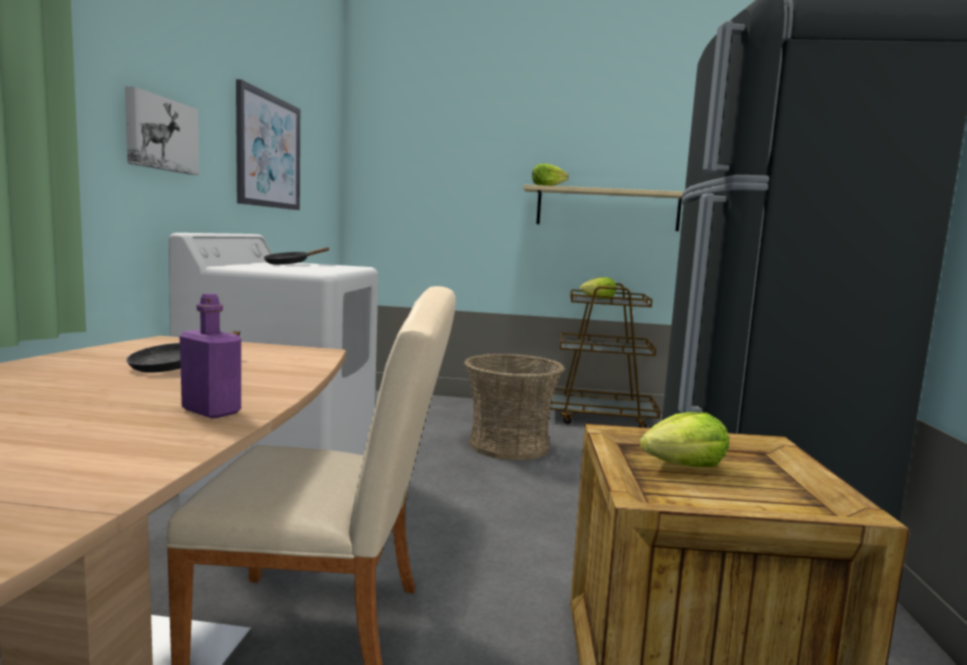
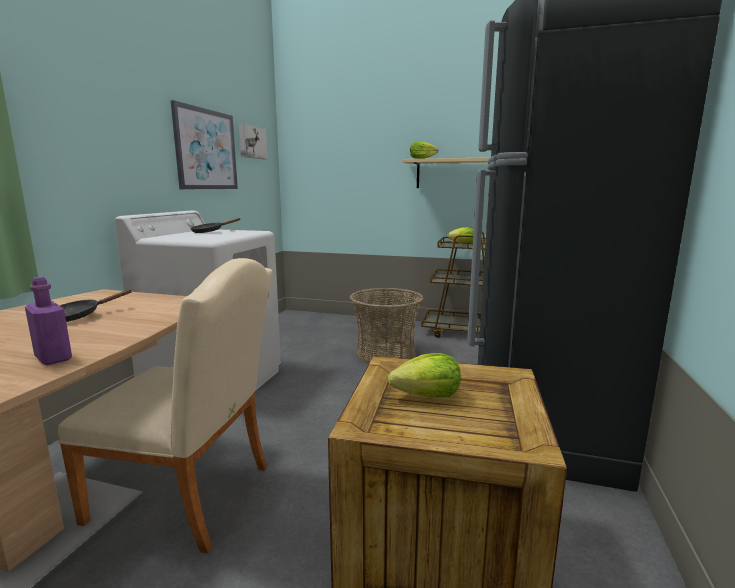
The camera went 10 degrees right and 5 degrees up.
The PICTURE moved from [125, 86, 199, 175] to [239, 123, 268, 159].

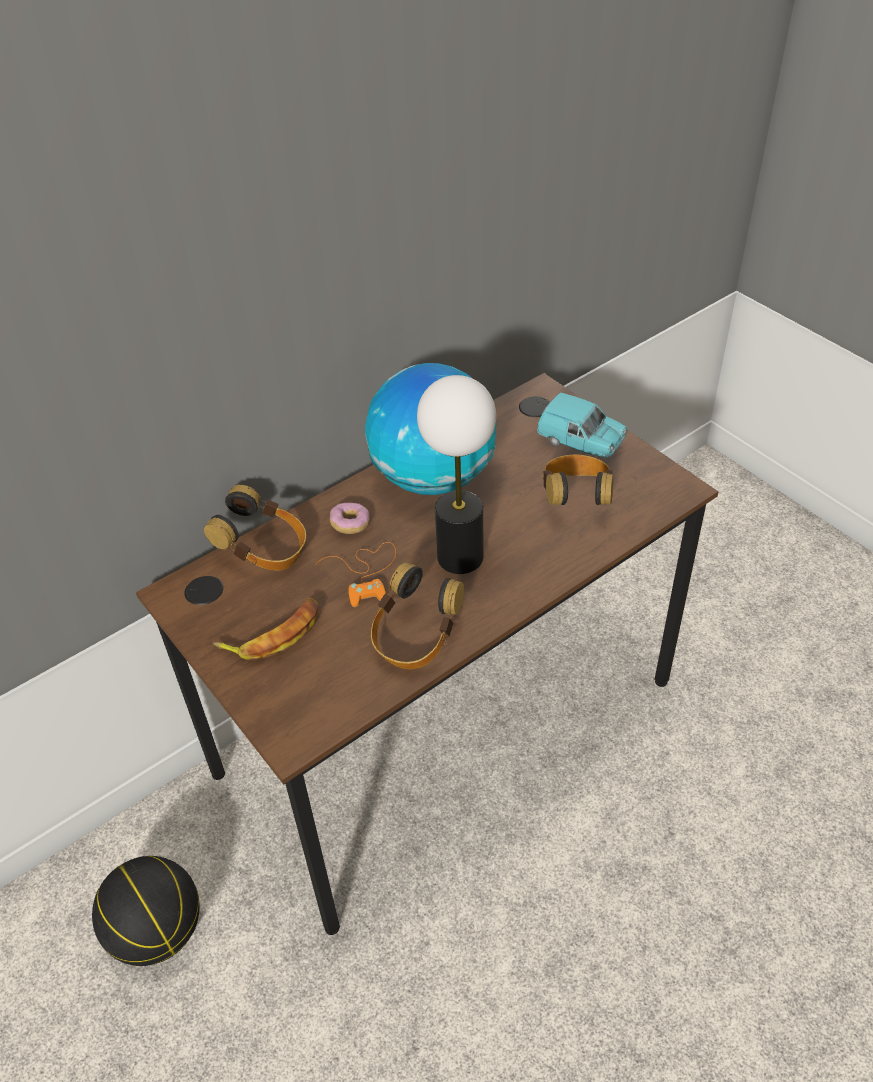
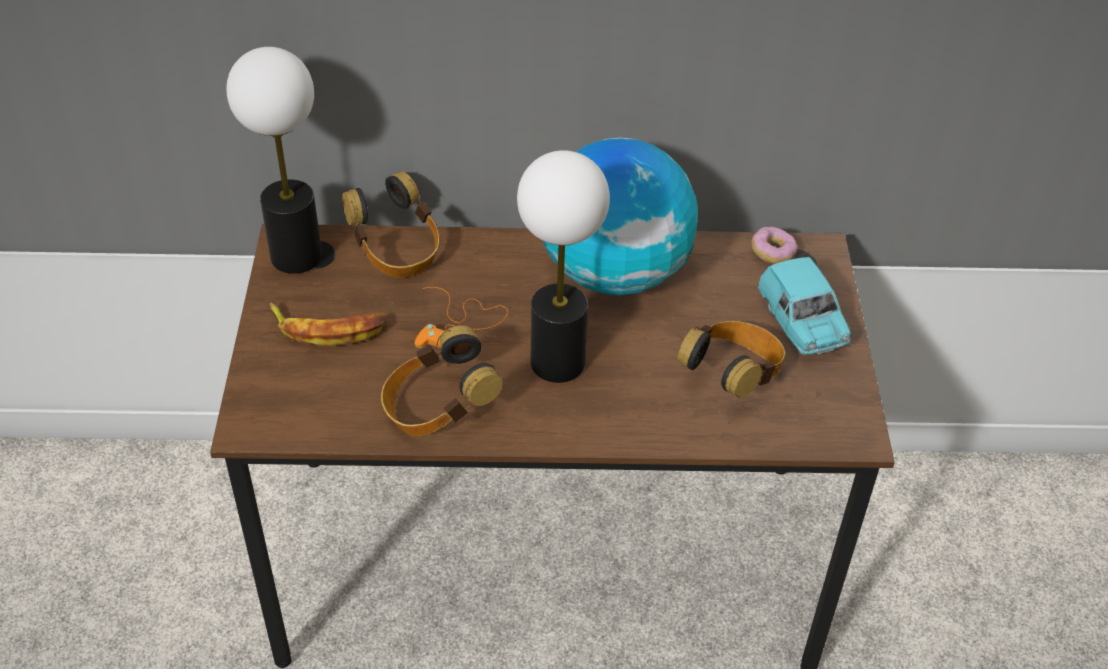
The camera went 35 degrees right and 0 degrees up.
The BASKETBALL at [92, 856, 200, 966] disappeared.
The TABLETOP LAMP at [227, 47, 322, 274] appeared.
The DONUT moved from [330, 503, 369, 534] to [752, 227, 797, 264].

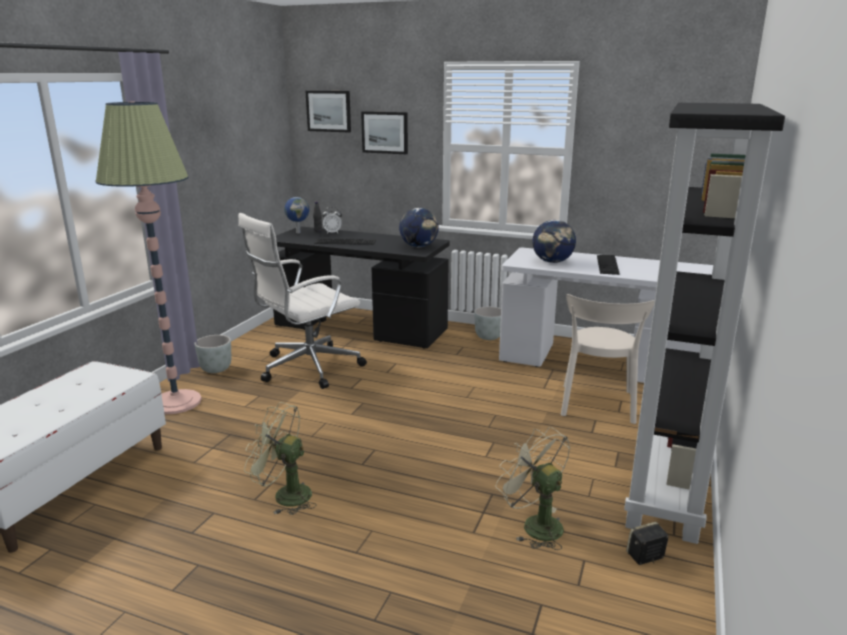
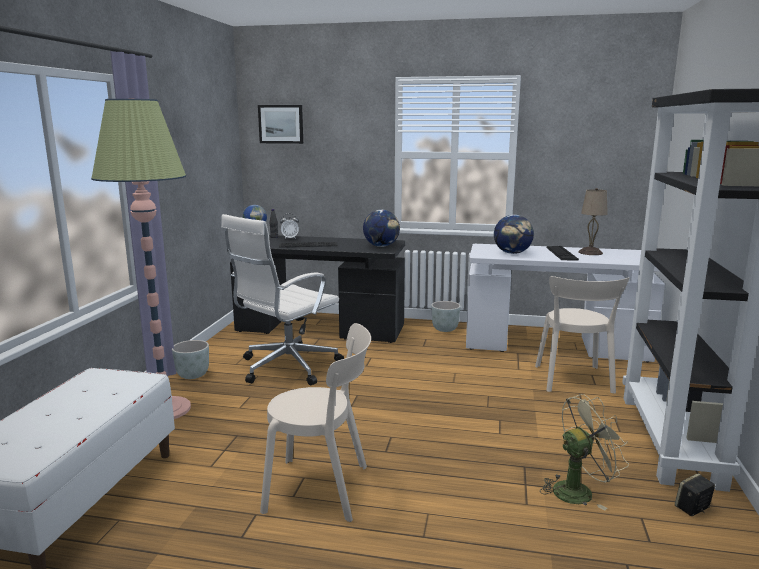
The camera went 10 degrees left and 5 degrees down.
The PICTURE at [361, 111, 408, 154] disappeared.
The BEIGE TABLETOP LAMP at [578, 188, 608, 255] appeared.
The GREEN COOLING FAN at [244, 402, 317, 515] was replaced by the BEIGE UPRIGHT CHAIR at [260, 323, 371, 522].
The BEIGE COOLING FAN at [495, 427, 570, 550] turned 120 degrees clockwise.

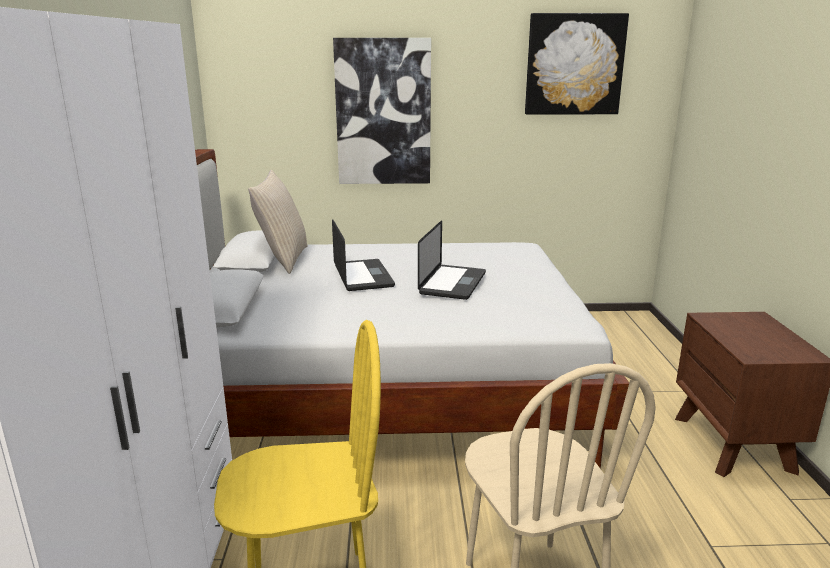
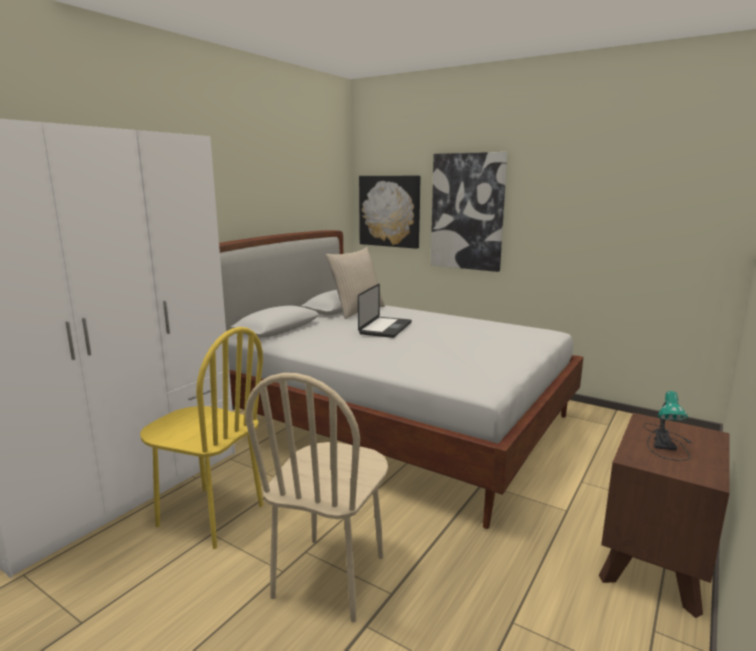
The camera went 35 degrees right and 5 degrees down.
The NOTEBOOK COMPUTER at [418, 220, 486, 300] disappeared.
The TABLETOP LAMP at [643, 391, 692, 461] appeared.
The PICTURE moved from [525, 13, 629, 115] to [359, 176, 421, 249].

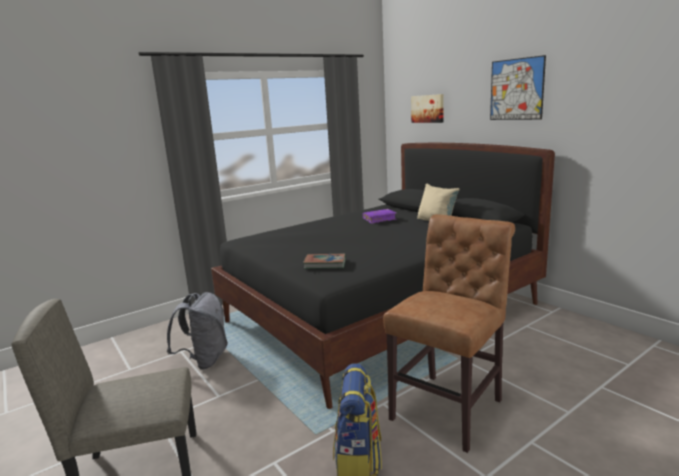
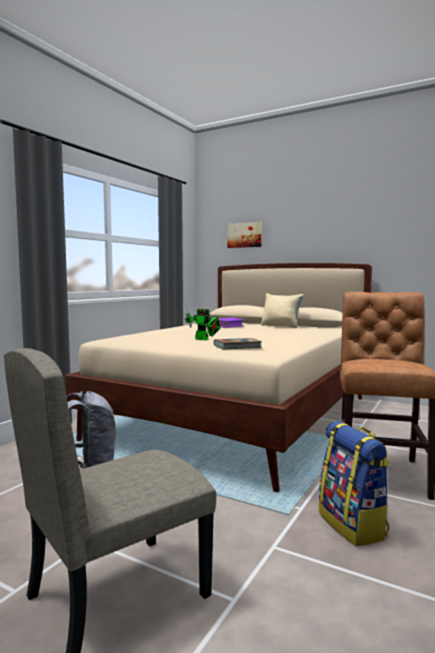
The camera went 25 degrees left and 10 degrees down.
The PICTURE at [490, 55, 546, 120] disappeared.
The TOY ROBOT at [183, 297, 221, 340] appeared.
The BLACK-COLOURED BEDROOM BED at [211, 143, 555, 409] became the BEIGE BEDROOM BED at [65, 263, 372, 492].

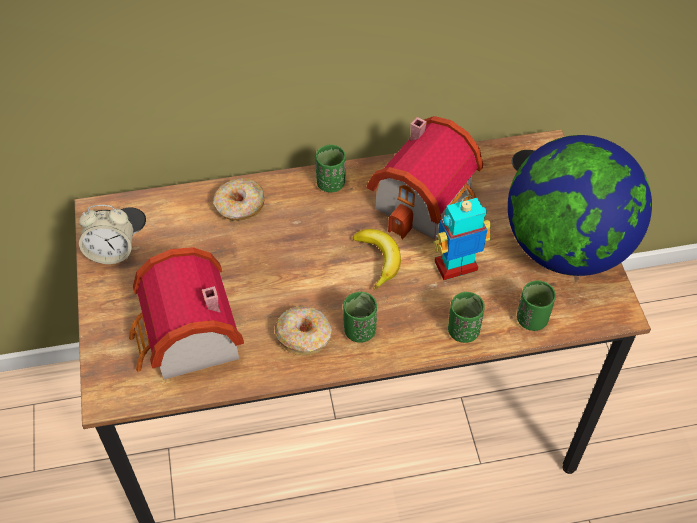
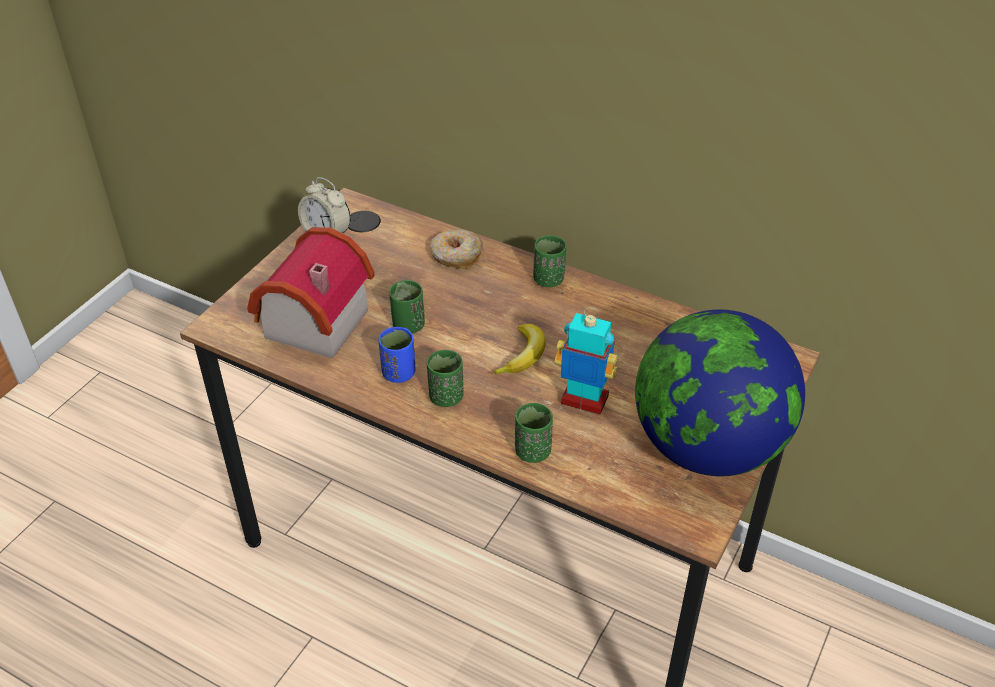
The camera went 40 degrees right and 10 degrees down.
The MODEL HOUSE at [367, 116, 483, 240] disappeared.
The GREEN CUP moved from [517, 280, 556, 331] to [389, 280, 425, 334].
The DONUT at [275, 306, 332, 355] was replaced by the BLUE-COLOURED CUP at [379, 327, 415, 383].

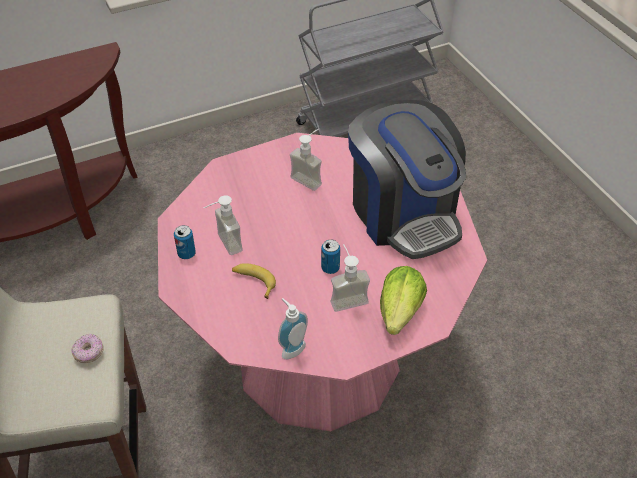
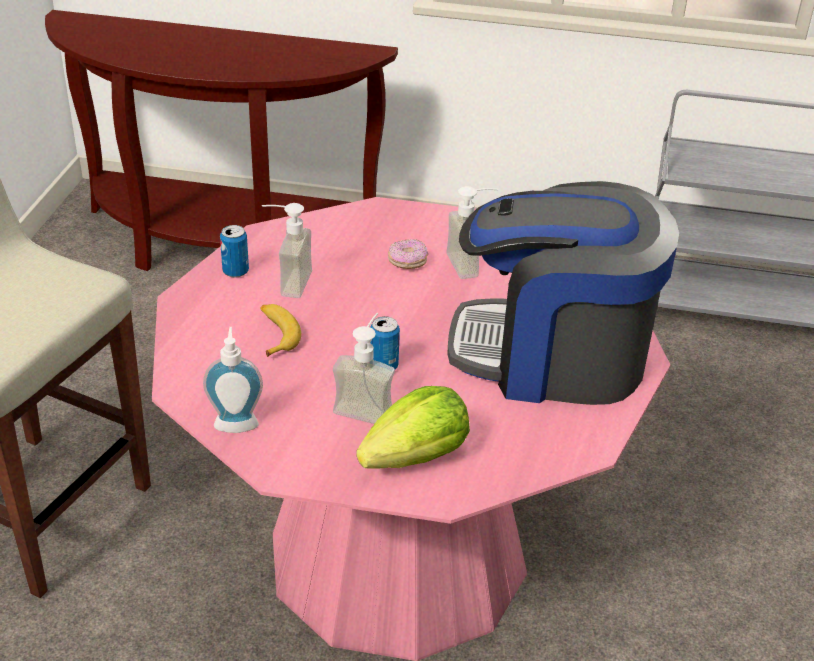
The camera went 35 degrees right and 10 degrees down.
The DONUT moved from [71, 334, 104, 363] to [388, 239, 428, 269].
The COFFEE MACHINE at [348, 100, 466, 259] turned 90 degrees clockwise.

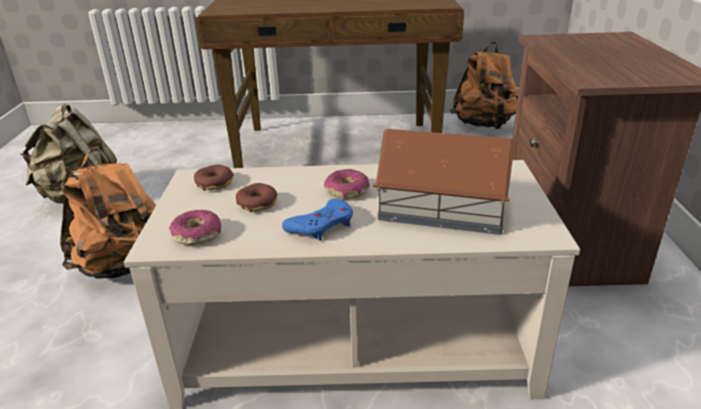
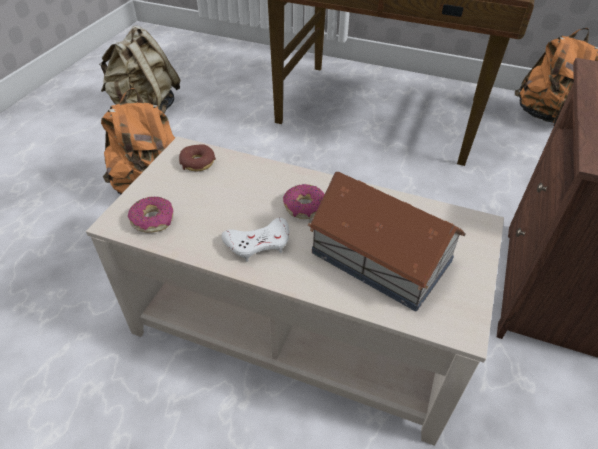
The camera went 20 degrees right and 15 degrees up.
The DONUT at [236, 183, 277, 212] disappeared.
The BLUE-COLOURED JOYPAD at [282, 198, 353, 241] became the WHITE-COLOURED JOYPAD at [222, 218, 289, 262].

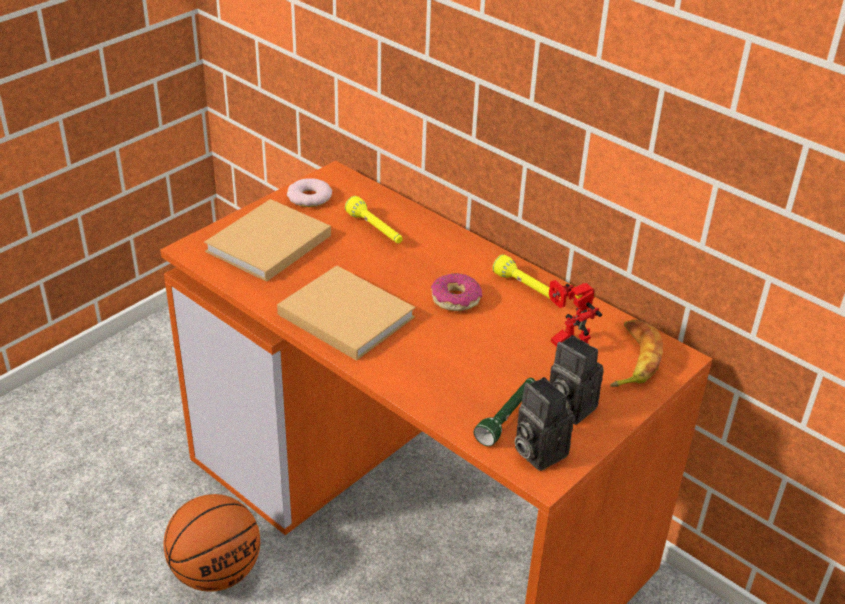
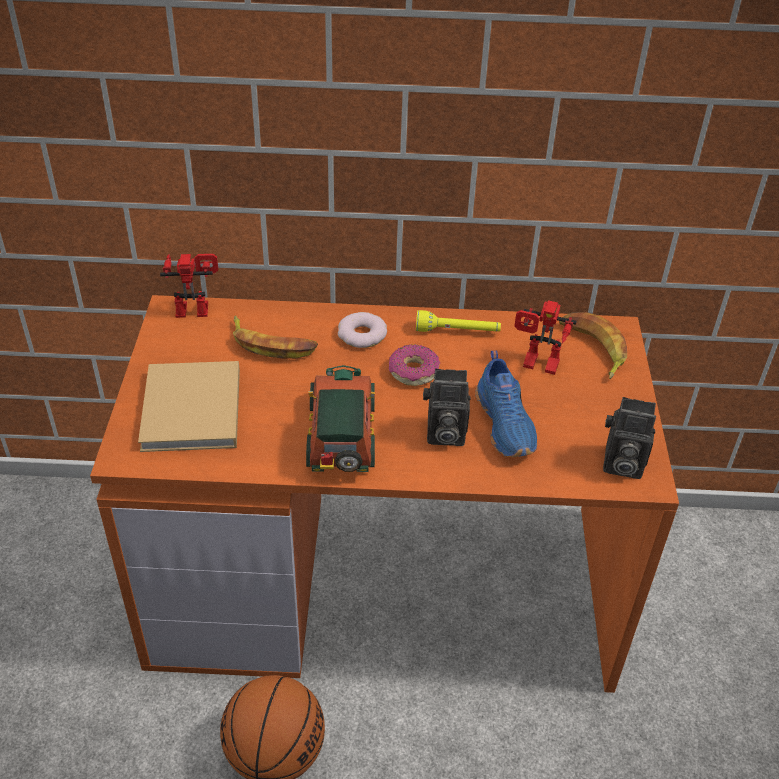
The camera went 40 degrees left and 5 degrees up.
The GREEN FLASHLIGHT at [474, 378, 535, 446] disappeared.
The TOY ROBOT at [160, 254, 218, 318] appeared.
The BLUE-COLOURED LOW SHOE at [475, 351, 537, 457] appeared.
The DONUT moved from [287, 179, 332, 207] to [338, 312, 387, 348].
The STILL CAMERA moved from [550, 335, 604, 425] to [423, 369, 471, 446].
The BEIGE VOLUME at [277, 266, 415, 361] was replaced by the MODEL CAR at [306, 365, 375, 472].
The YELLOW-COLOURED FLASHLIGHT at [345, 196, 403, 243] was replaced by the BANANA at [233, 315, 318, 359].

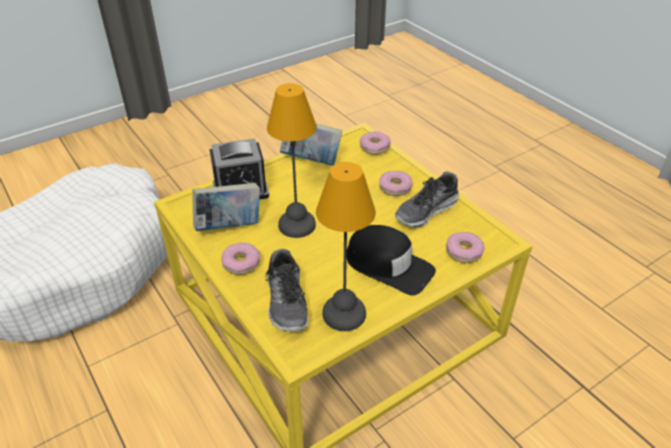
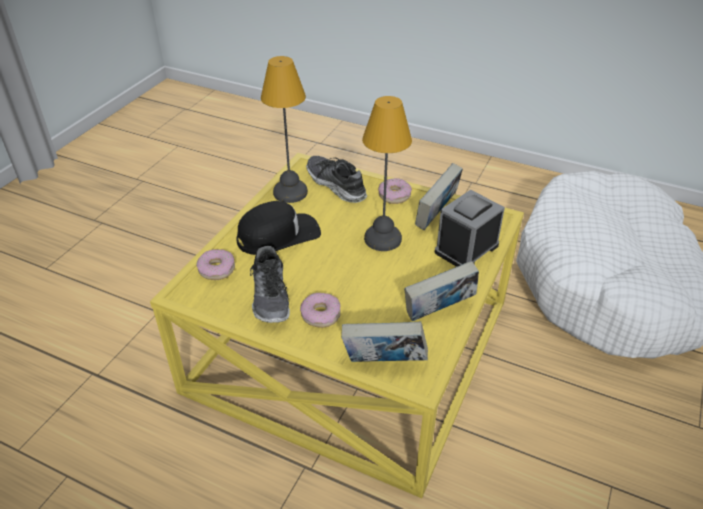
The camera went 150 degrees right and 0 degrees up.
The DONUT at [360, 131, 391, 155] was replaced by the VOLUME at [341, 321, 428, 362].
The BLACK-COLOURED PEAKED CAP at [347, 225, 436, 296] turned 150 degrees clockwise.
The LOW SHOE at [395, 171, 459, 228] turned 150 degrees clockwise.

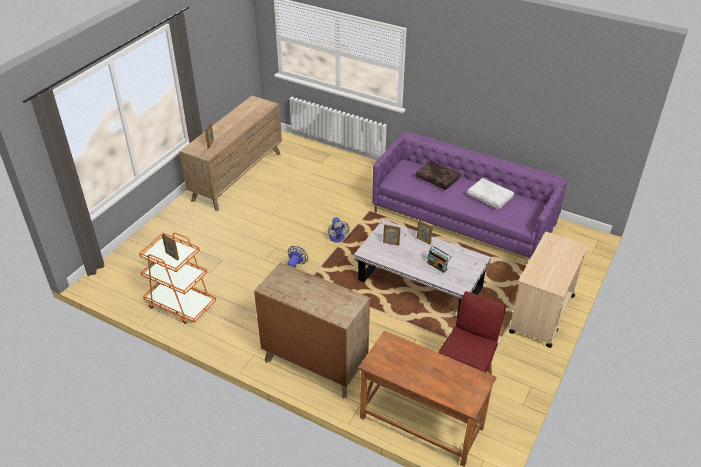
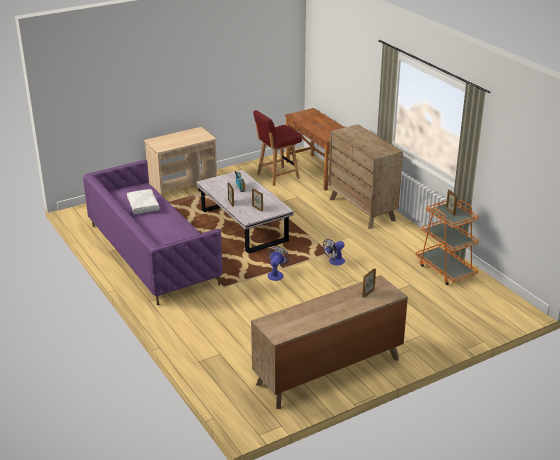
The camera went 150 degrees left and 10 degrees down.
The BROWN-COLOURED PILLOW at [416, 161, 461, 190] disappeared.

